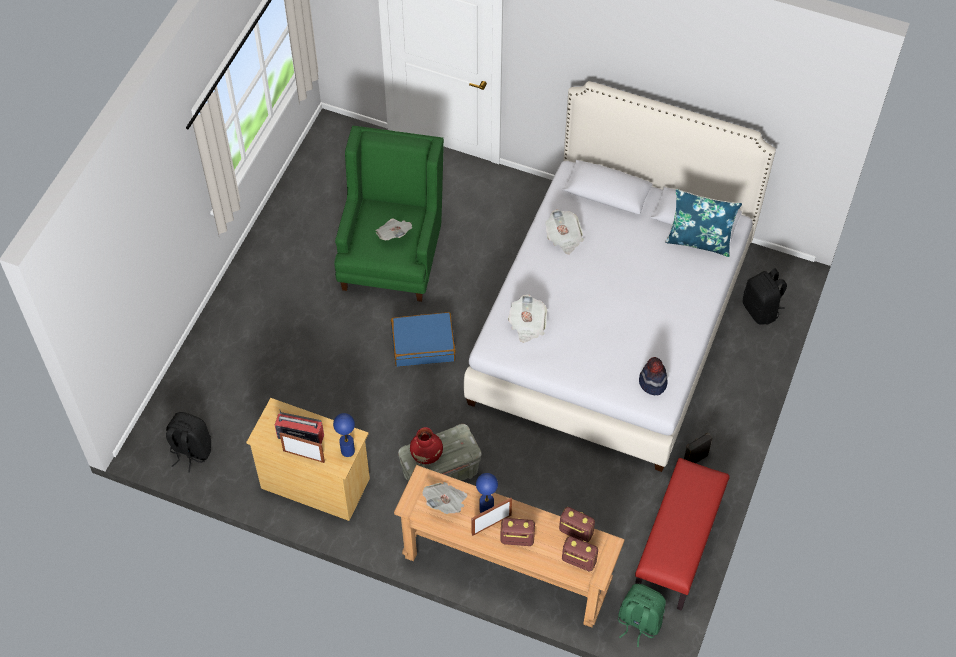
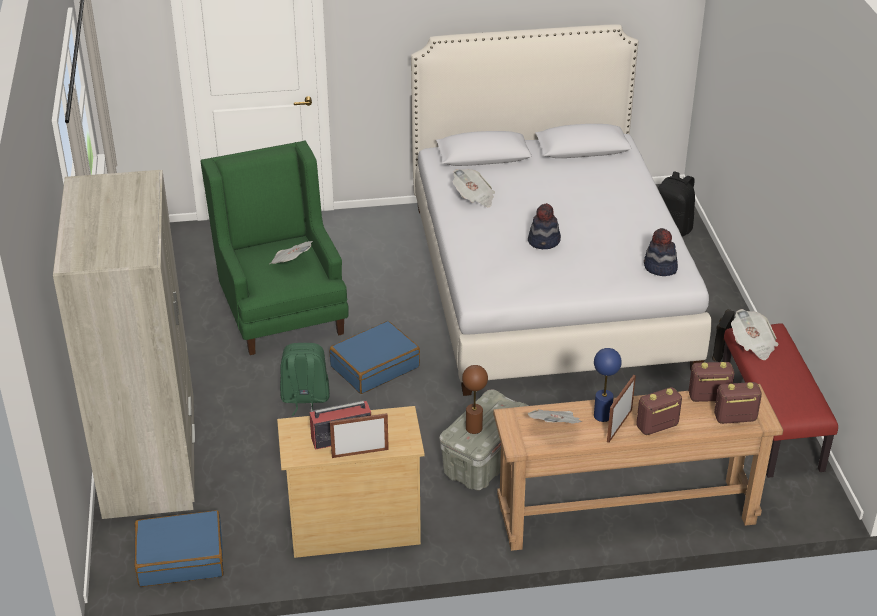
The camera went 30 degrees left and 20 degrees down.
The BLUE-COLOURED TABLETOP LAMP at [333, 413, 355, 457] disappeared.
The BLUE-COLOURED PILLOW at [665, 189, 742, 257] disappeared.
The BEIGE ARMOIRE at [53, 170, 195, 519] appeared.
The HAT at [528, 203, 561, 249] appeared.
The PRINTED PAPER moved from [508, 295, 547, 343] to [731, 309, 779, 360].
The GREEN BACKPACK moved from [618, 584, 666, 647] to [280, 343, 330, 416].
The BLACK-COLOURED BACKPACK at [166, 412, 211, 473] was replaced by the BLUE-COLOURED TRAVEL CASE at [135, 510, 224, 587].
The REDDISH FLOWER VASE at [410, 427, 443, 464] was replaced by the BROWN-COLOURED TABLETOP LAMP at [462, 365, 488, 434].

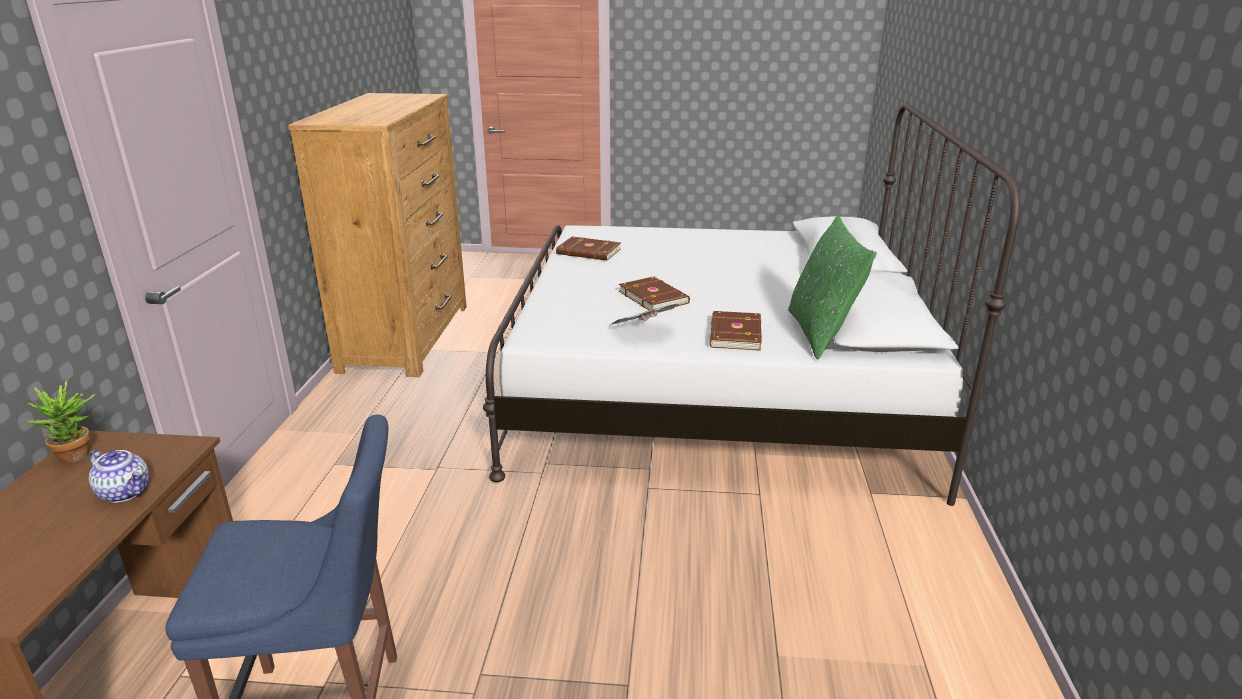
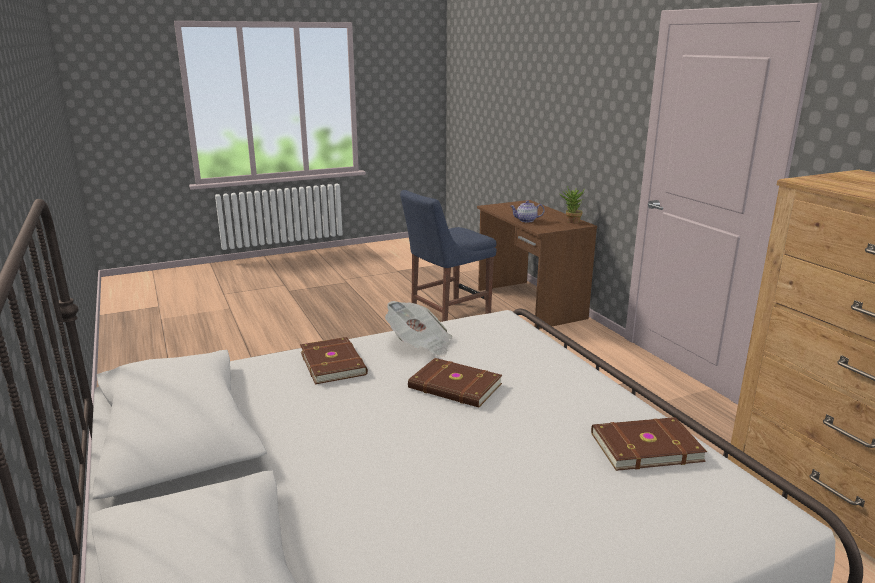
The camera went 150 degrees right and 5 degrees down.
The GREEN PILLOW at [788, 216, 877, 359] disappeared.

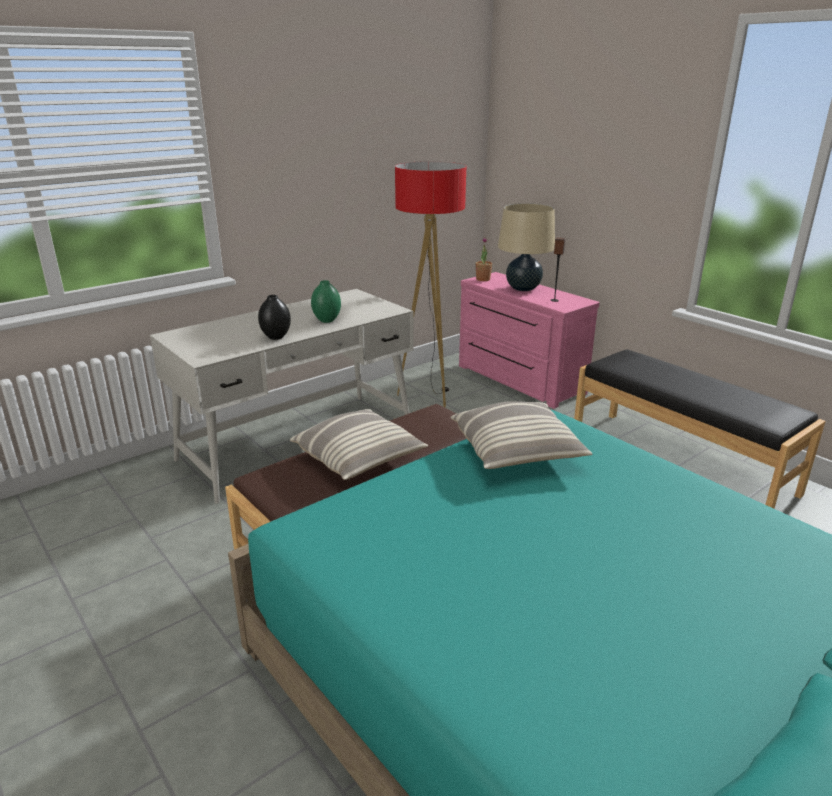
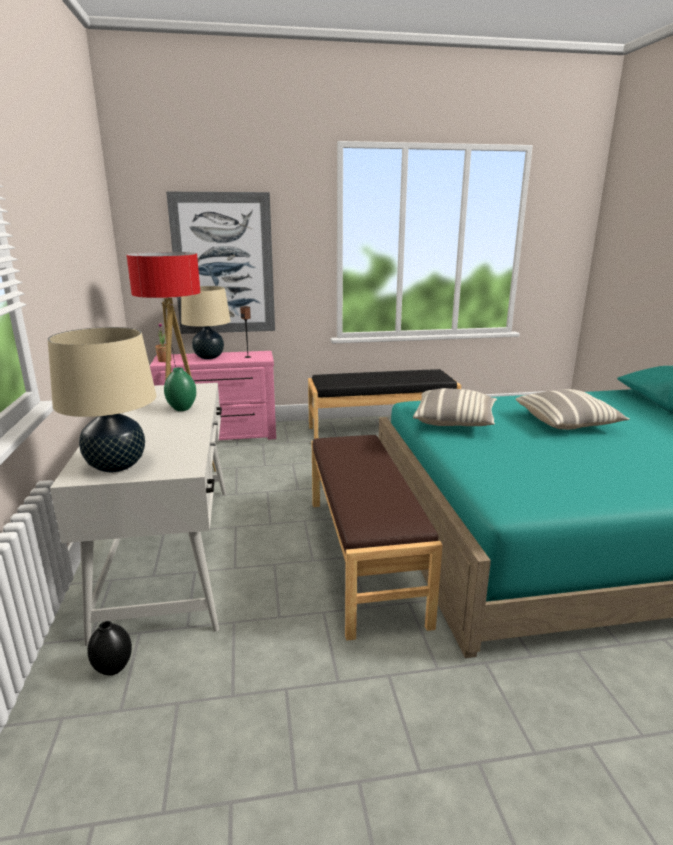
The camera went 60 degrees left and 5 degrees down.
The BEIGE TABLETOP LAMP at [48, 327, 157, 472] appeared.
The PICTURE at [166, 192, 275, 334] appeared.
The BLACK-COLOURED FLOWER VASE moved from [258, 295, 291, 340] to [87, 621, 132, 675].
The PILLOW moved from [290, 409, 428, 480] to [516, 389, 630, 430].

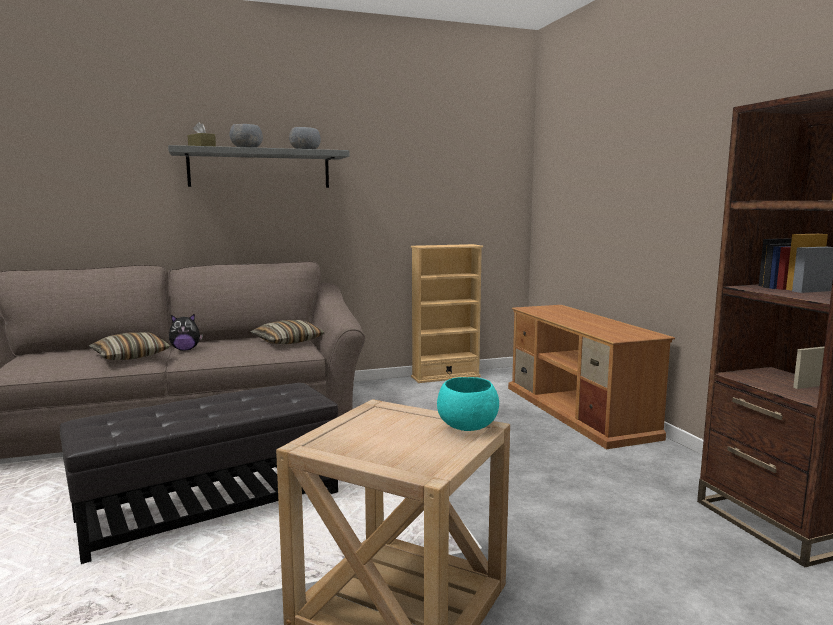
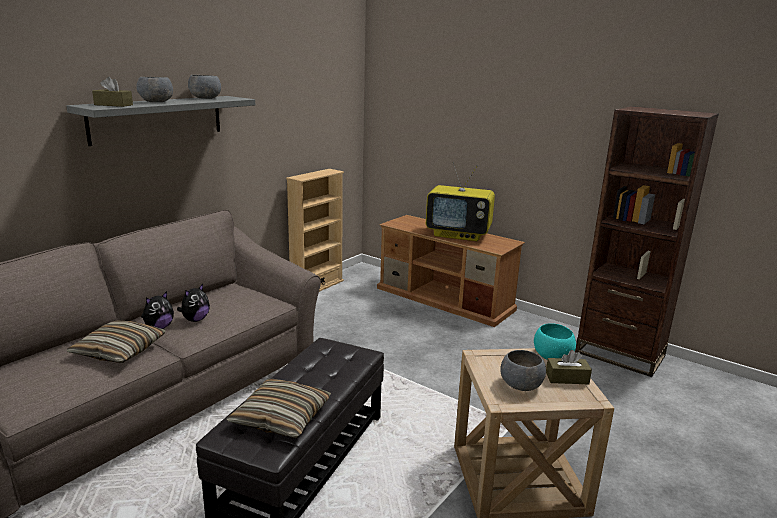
The camera went 35 degrees left and 10 degrees up.
The SOFT TOY at [177, 284, 210, 322] appeared.
The TV at [426, 162, 495, 241] appeared.
The GREY BOWL at [500, 350, 546, 391] appeared.
The BROWN-COLOURED BOX OF TISSUES at [546, 350, 592, 384] appeared.
The PILLOW moved from [251, 320, 324, 344] to [227, 379, 331, 438].

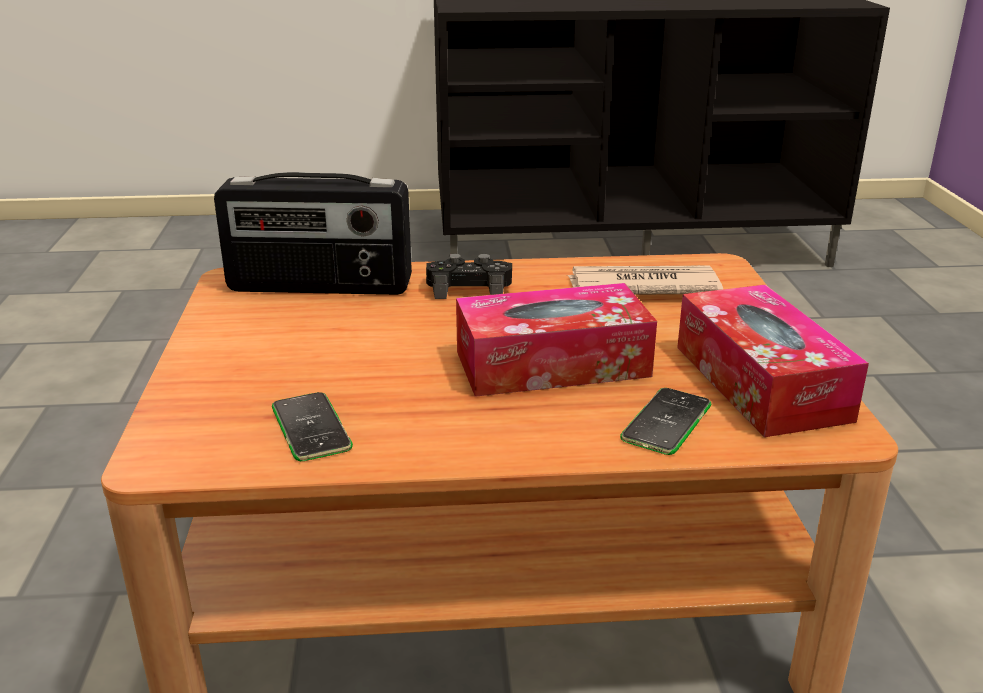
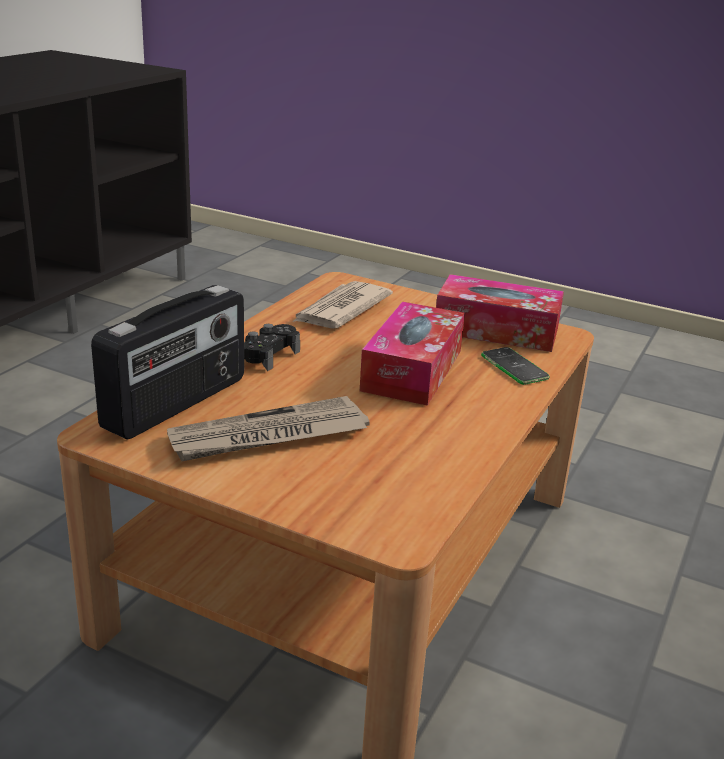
The camera went 60 degrees left and 0 degrees up.
The TELEPHONE at [272, 392, 353, 461] disappeared.
The PRINTED PAPER at [167, 396, 370, 461] appeared.

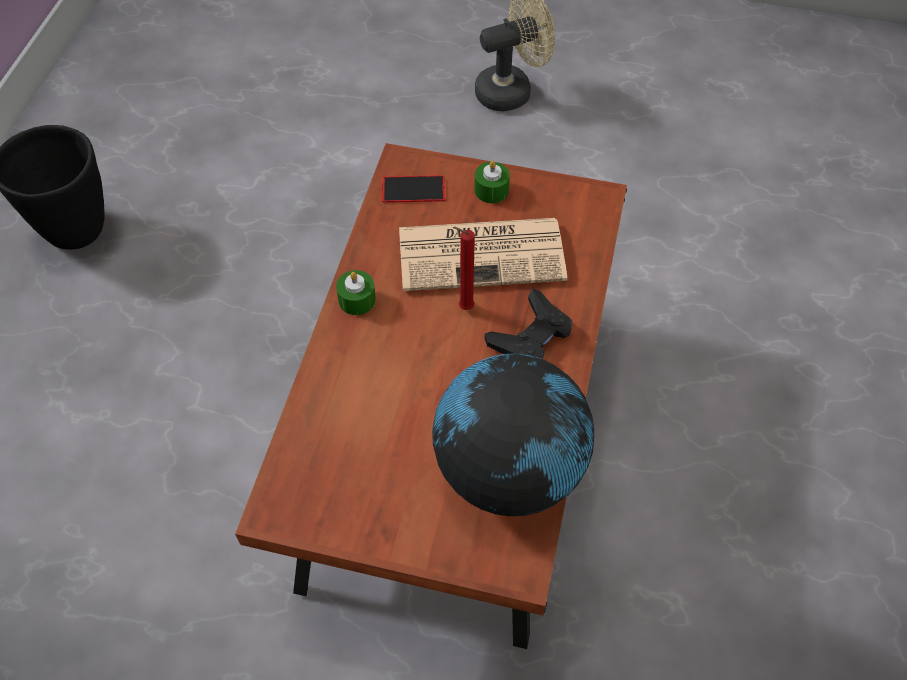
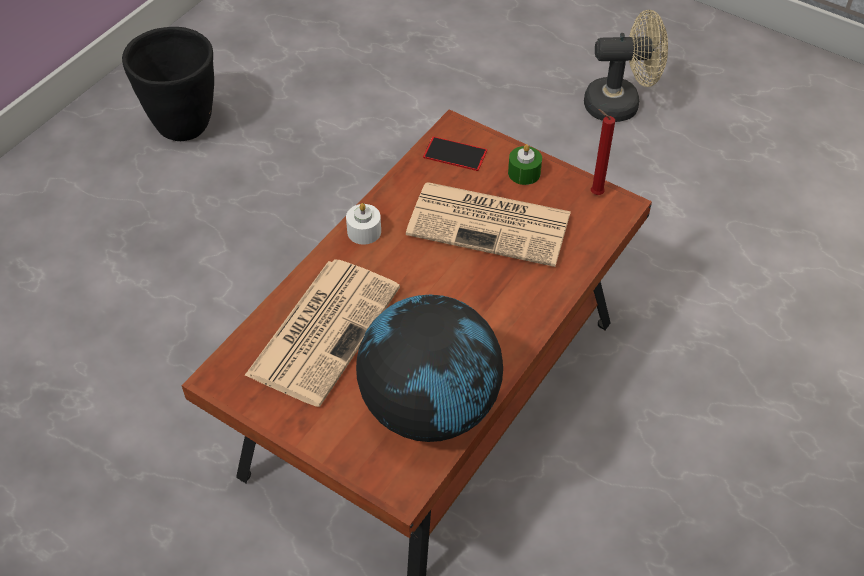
The camera went 20 degrees right and 5 degrees down.
The BLACK-COLOURED JOYPAD at [485, 288, 573, 359] disappeared.
The PRINTED PAPER at [244, 259, 400, 407] appeared.
The REDDISH CANDLE moved from [453, 227, 475, 310] to [591, 109, 615, 195].
The GREEN CANDLE at [336, 270, 376, 315] became the WHITE-COLOURED CANDLE at [346, 203, 381, 245].

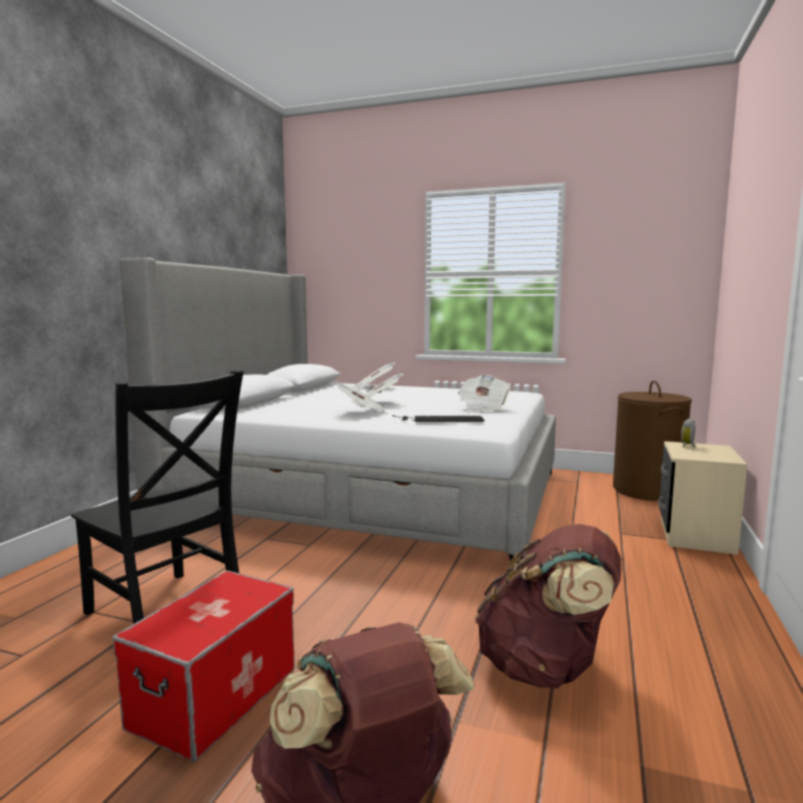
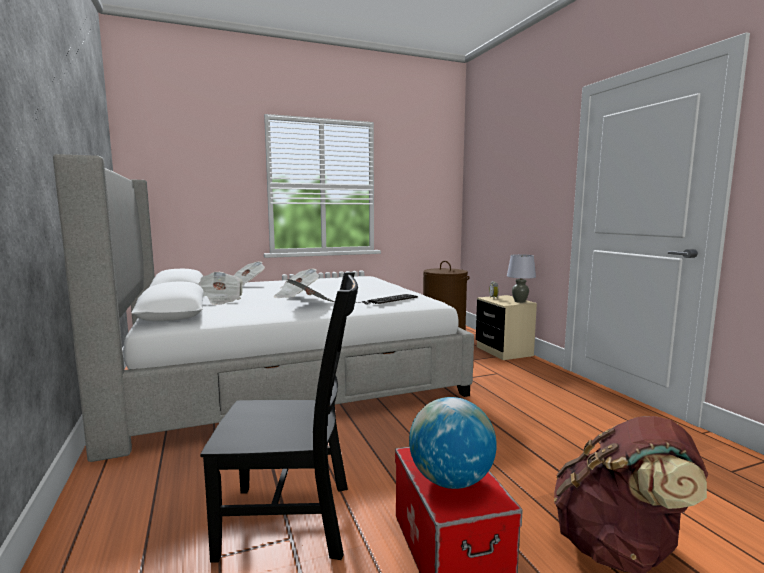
The camera went 40 degrees left and 0 degrees up.
The BROWN-COLOURED BACKPACK at [475, 524, 621, 688] disappeared.
The DESK GLOBE at [409, 397, 497, 489] appeared.
The GREY TABLETOP LAMP at [507, 254, 536, 303] appeared.
The PRINTED PAPER moved from [458, 375, 511, 413] to [198, 272, 243, 305].

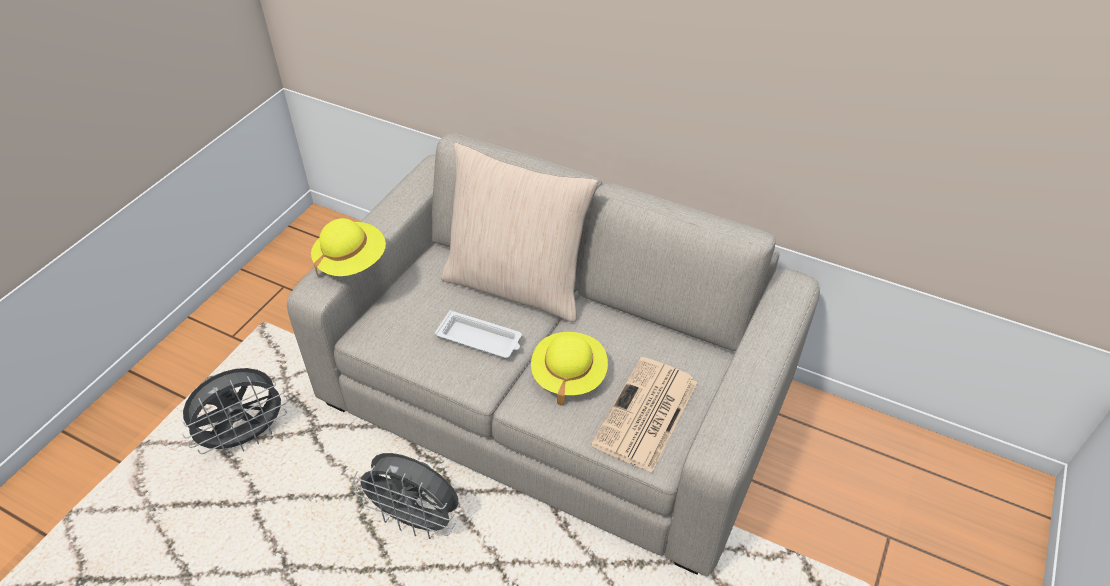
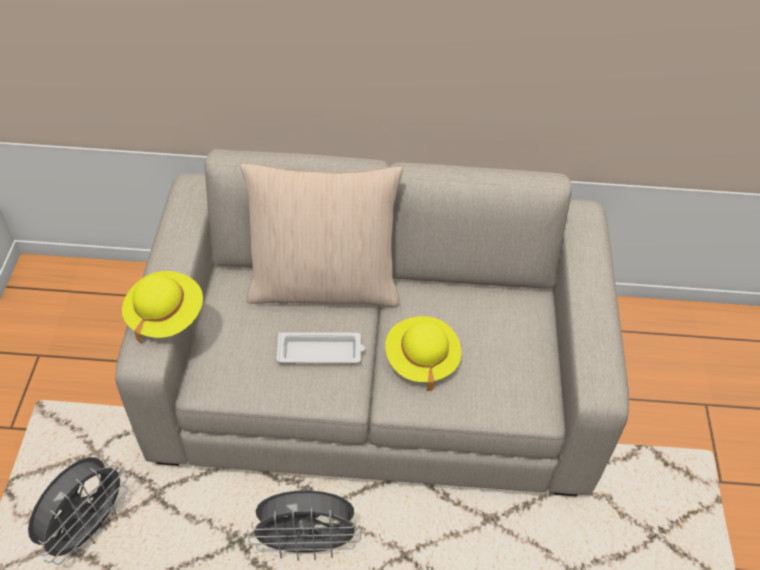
The camera went 25 degrees left and 5 degrees up.
The PRINTED PAPER at [591, 357, 697, 473] disappeared.

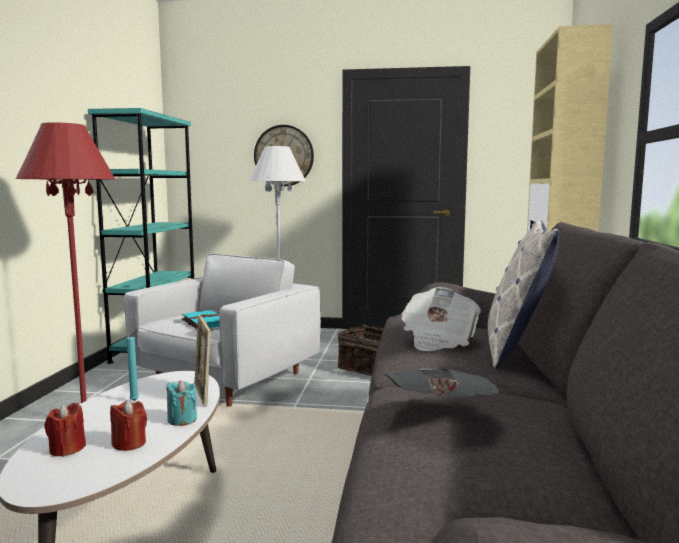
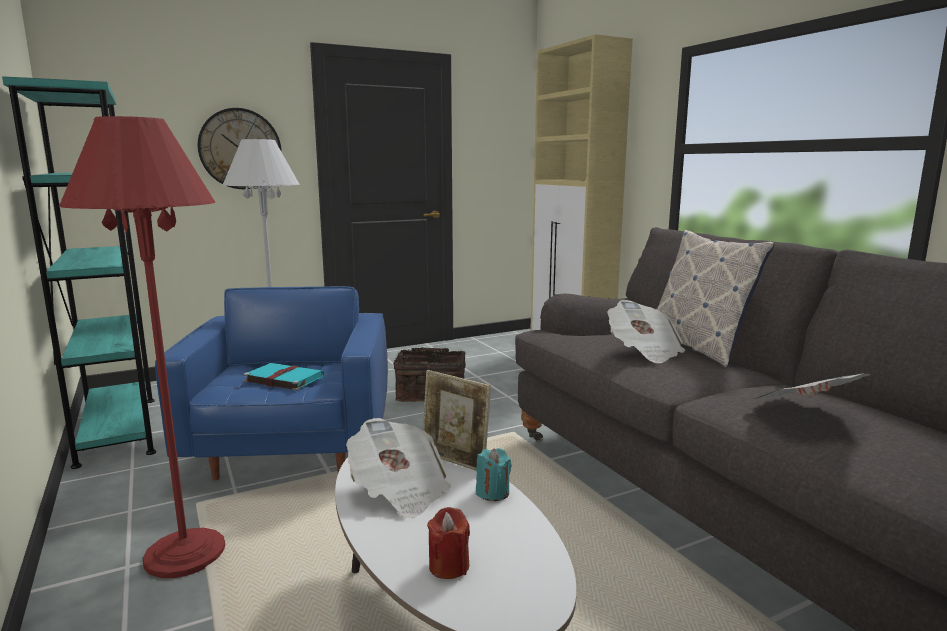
The camera went 35 degrees left and 5 degrees up.
The REDDISH CANDLE at [110, 400, 147, 451] disappeared.
The TURQUOISE-COLOURED CANDLE at [127, 331, 139, 401] was replaced by the PRINTED PAPER at [346, 418, 451, 518].
The WHITE-COLOURED EASY CHAIR at [124, 254, 321, 407] became the BLUE-COLOURED EASY CHAIR at [155, 286, 388, 481].

